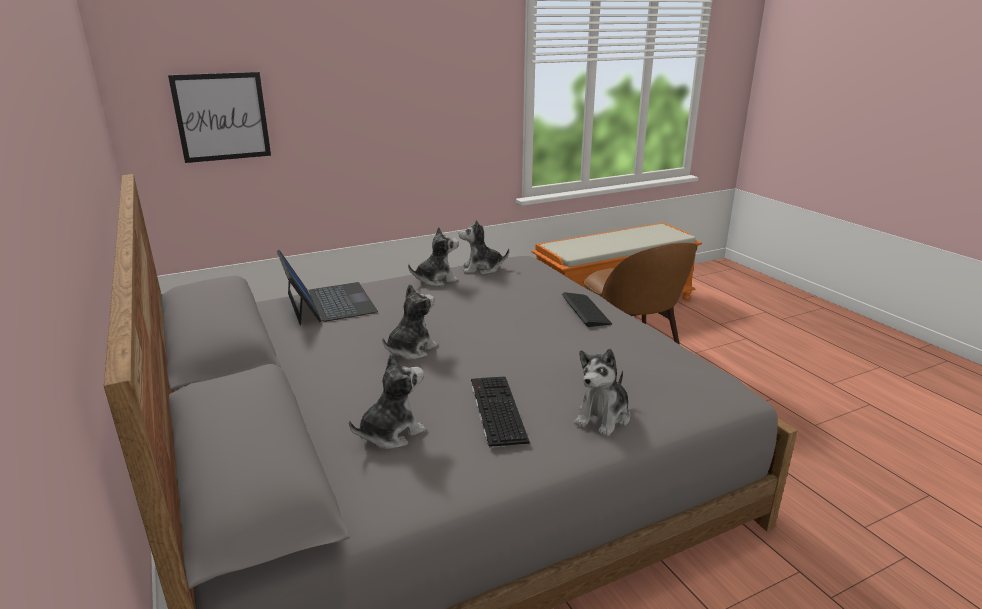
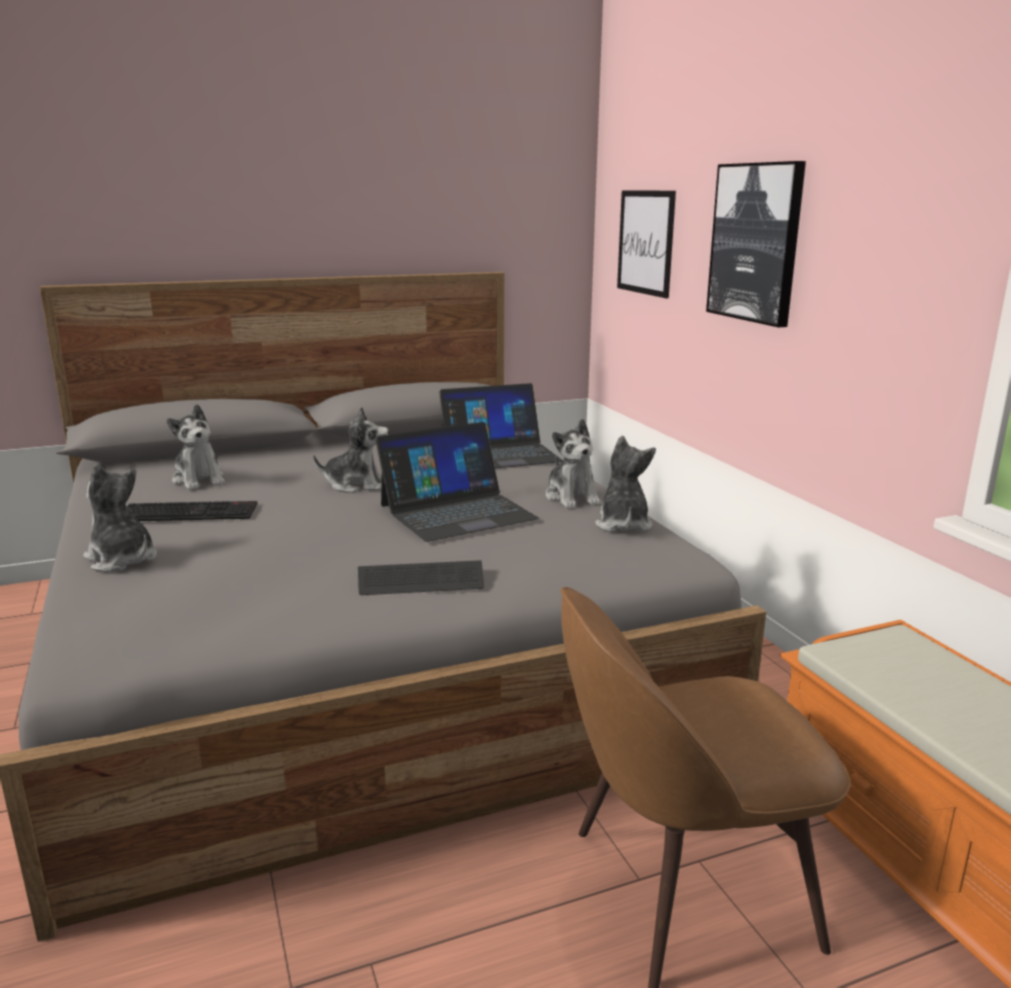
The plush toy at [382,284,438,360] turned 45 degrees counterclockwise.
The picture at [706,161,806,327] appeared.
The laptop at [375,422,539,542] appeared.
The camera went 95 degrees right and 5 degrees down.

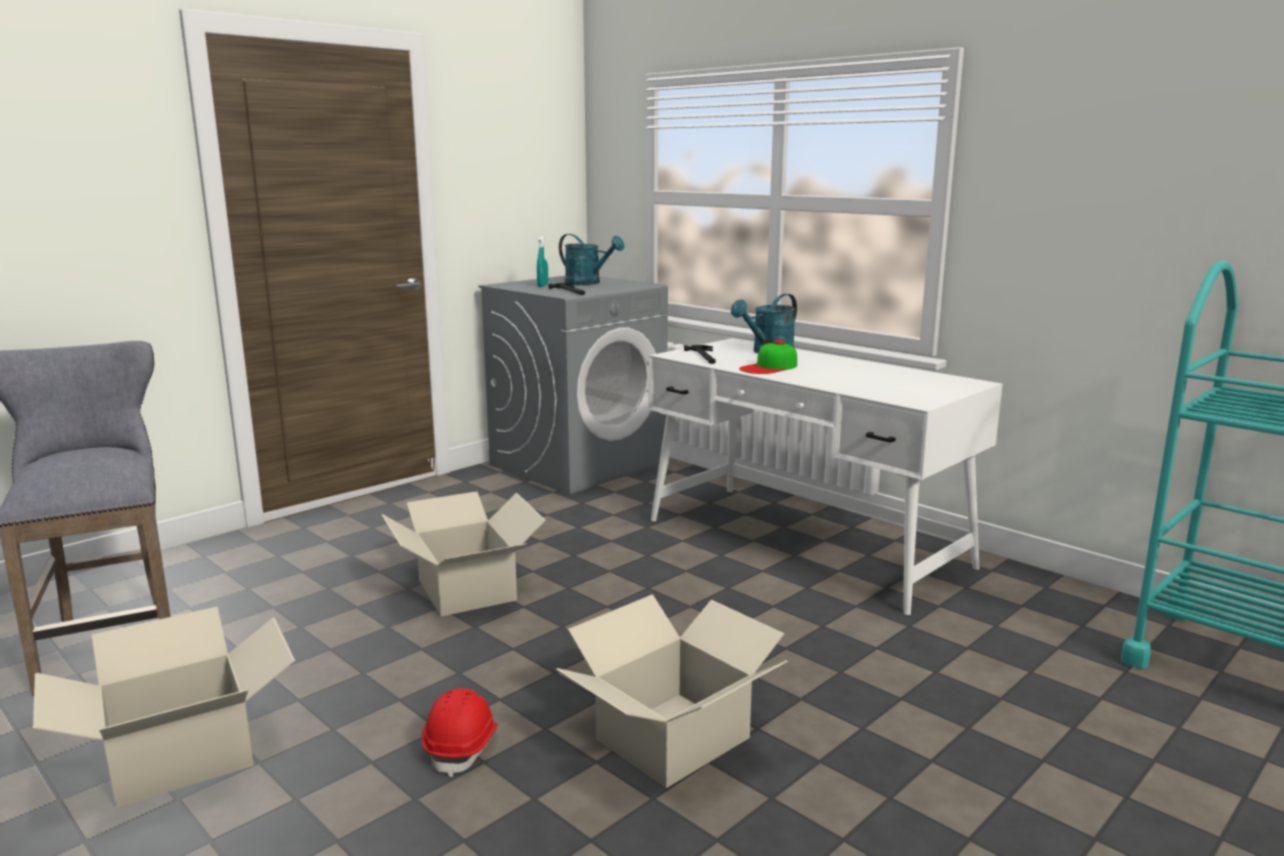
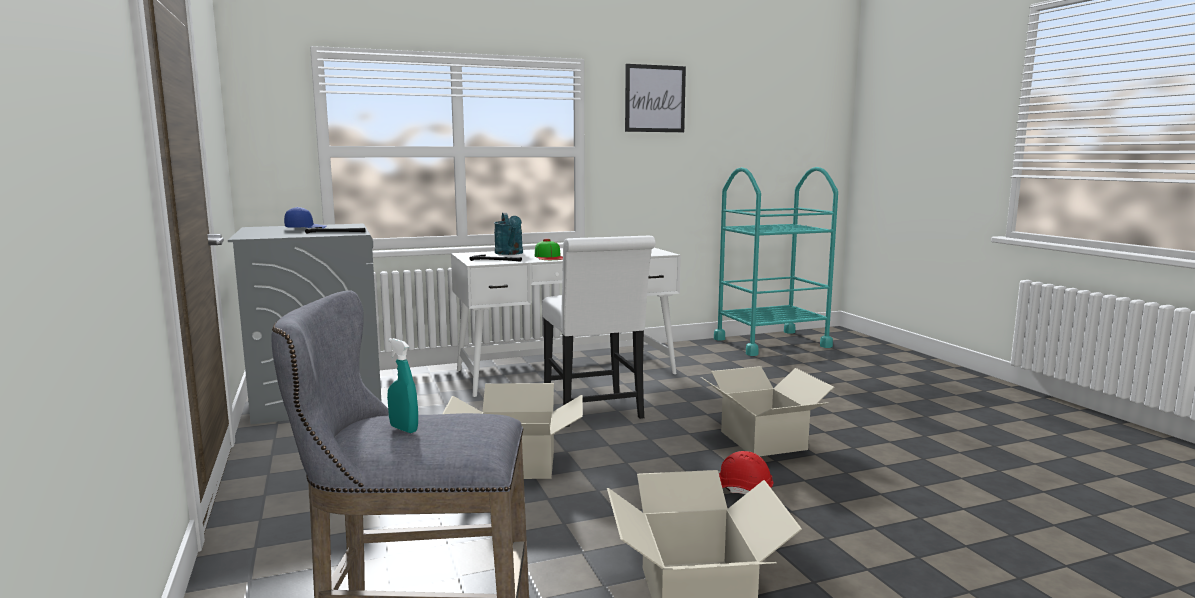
The turquoise watering can at [559,234,624,285] was replaced by the blue cap at [284,207,327,228].
The turquoise spray bottle moved from [537,236,548,287] to [387,338,418,433].
The picture at [625,64,686,132] appeared.
The white chair at [542,236,656,427] appeared.
The camera went 65 degrees left and 5 degrees down.

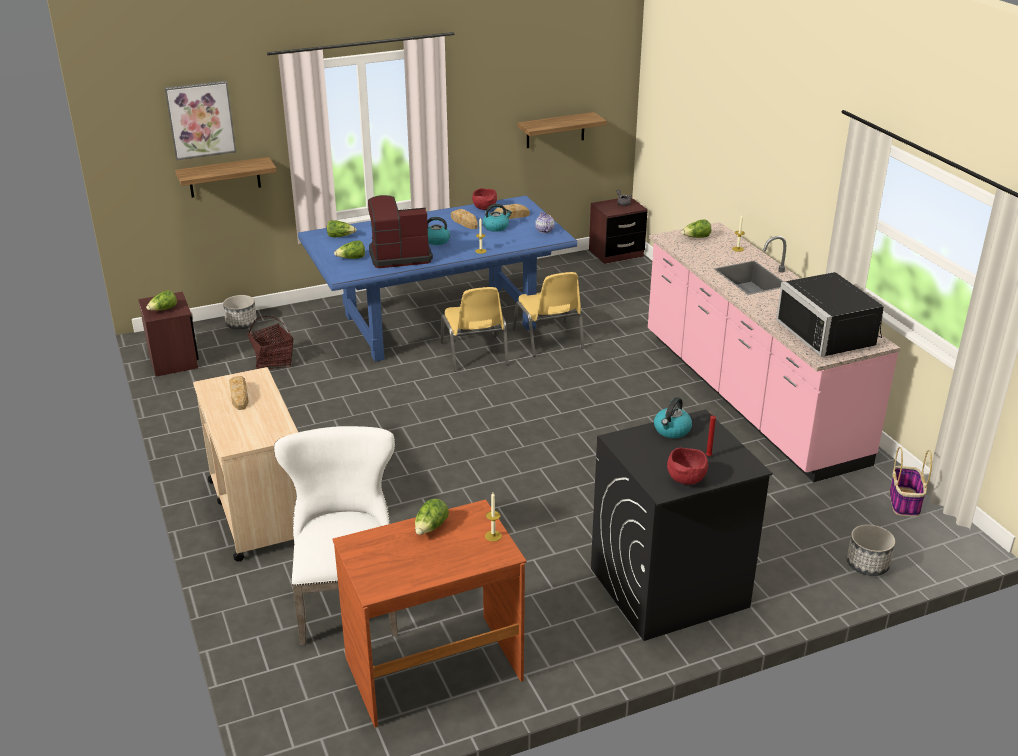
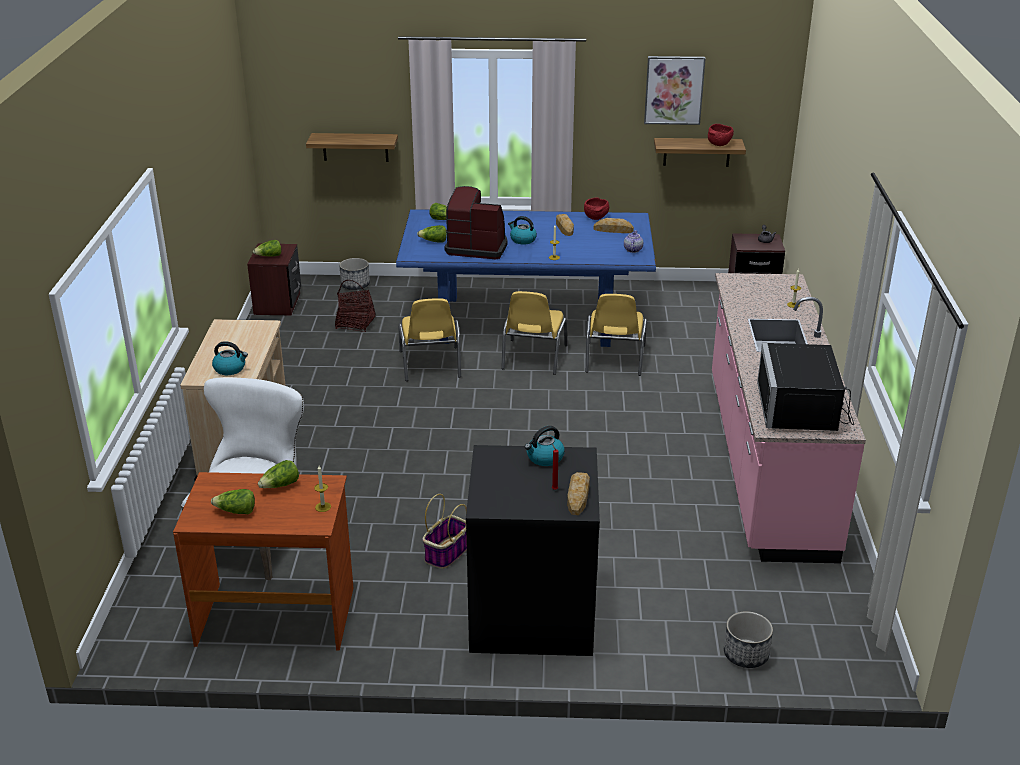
The picture moved from [165,81,236,160] to [644,56,706,125].
The kettle moved from [483,204,512,232] to [212,341,248,375].
The lettuce moved from [681,220,711,238] to [211,489,255,514].
The bread moved from [229,376,249,410] to [567,472,590,515].
The basket moved from [890,447,932,516] to [423,494,467,569].
The red bowl moved from [667,448,708,485] to [708,124,734,146].
The yellow chair at [398,298,461,381] appeared.
The camera went 25 degrees right and 0 degrees up.

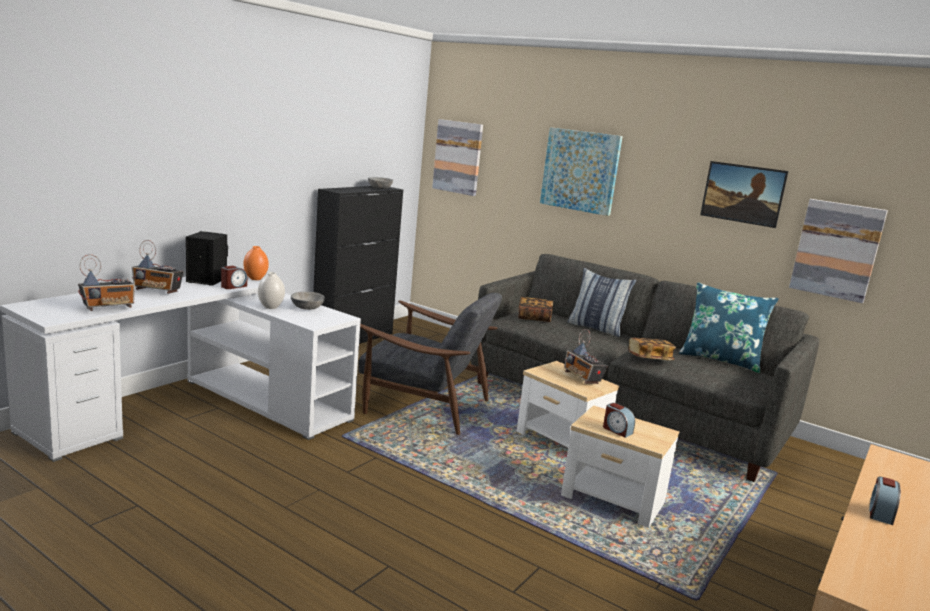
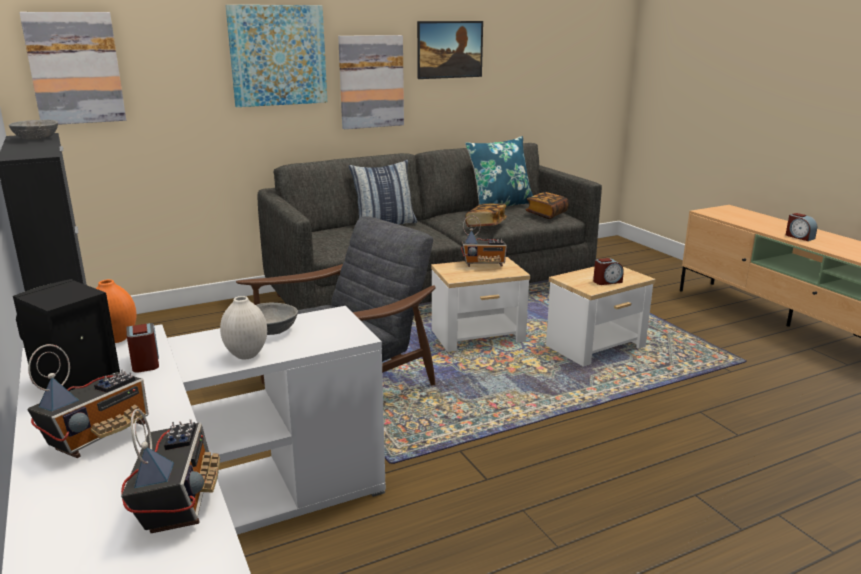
The picture moved from [789,199,888,303] to [338,35,404,129].
The book moved from [518,297,553,322] to [526,192,569,219].
The camera went 60 degrees left and 5 degrees up.

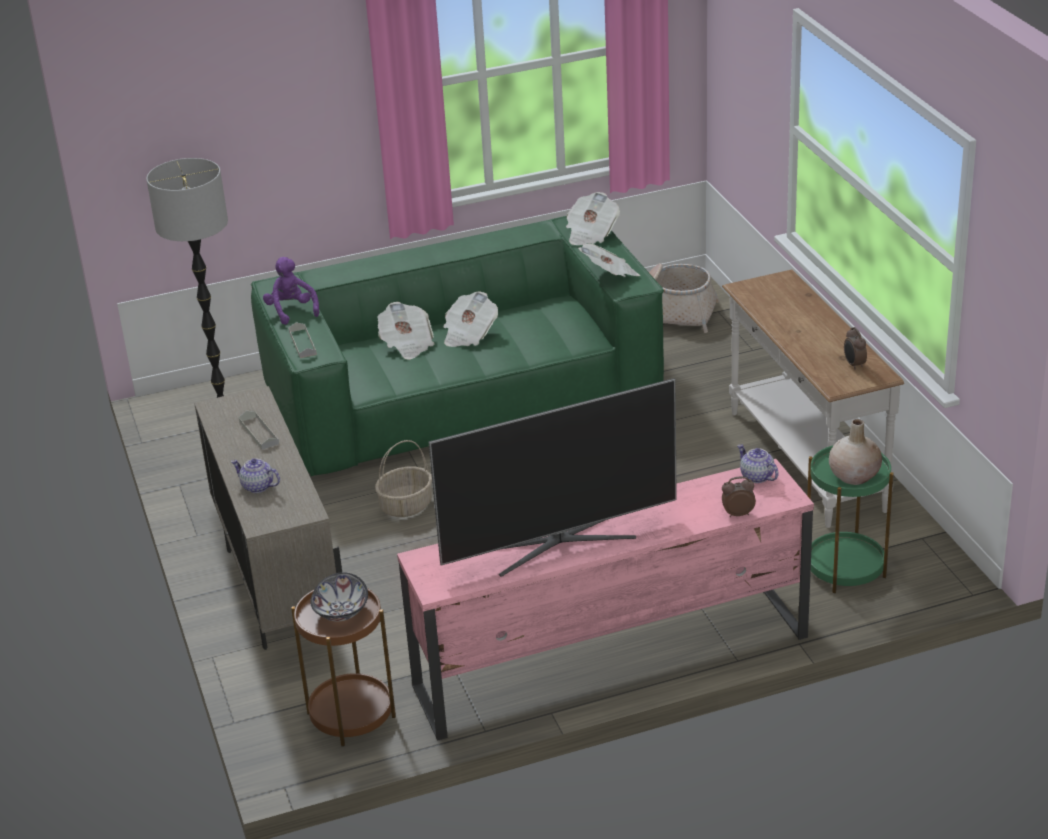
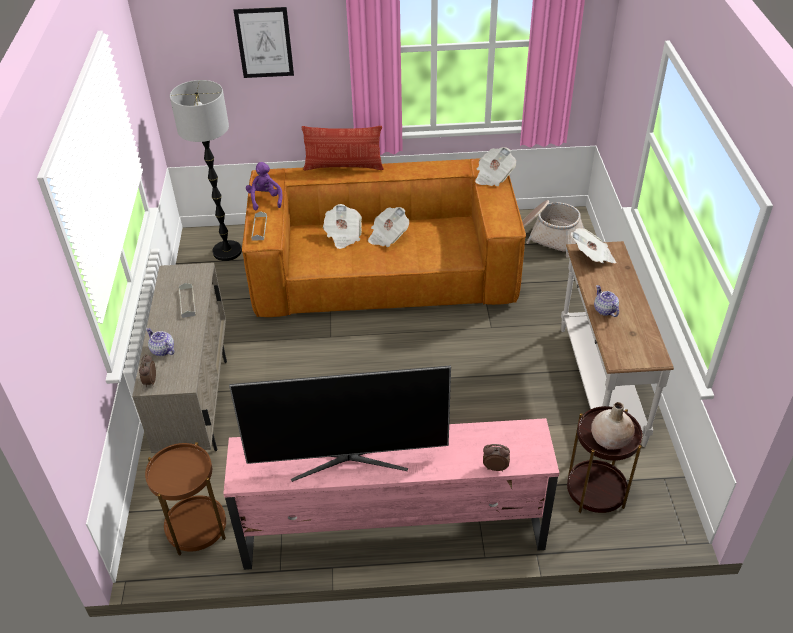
The green sofa at [251,216,664,476] became the brown sofa at [242,158,526,317].
The newspaper moved from [578,244,640,277] to [571,228,616,263].
The alarm clock moved from [844,327,867,370] to [139,354,156,387].
The basket at [375,440,432,517] disappeared.
The teapot moved from [737,444,779,483] to [594,285,619,317].
The green side table at [807,445,894,593] became the brown side table at [567,406,643,513].
The bowl at [310,572,368,622] disappeared.
The picture at [234,7,294,78] appeared.
The pillow at [302,126,384,170] appeared.
The camera went 15 degrees right and 10 degrees up.

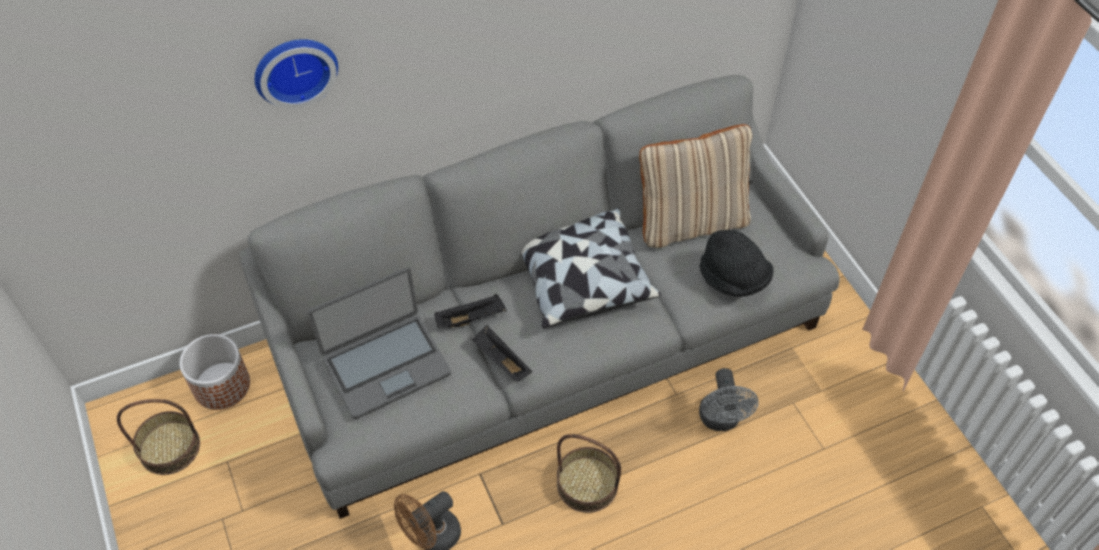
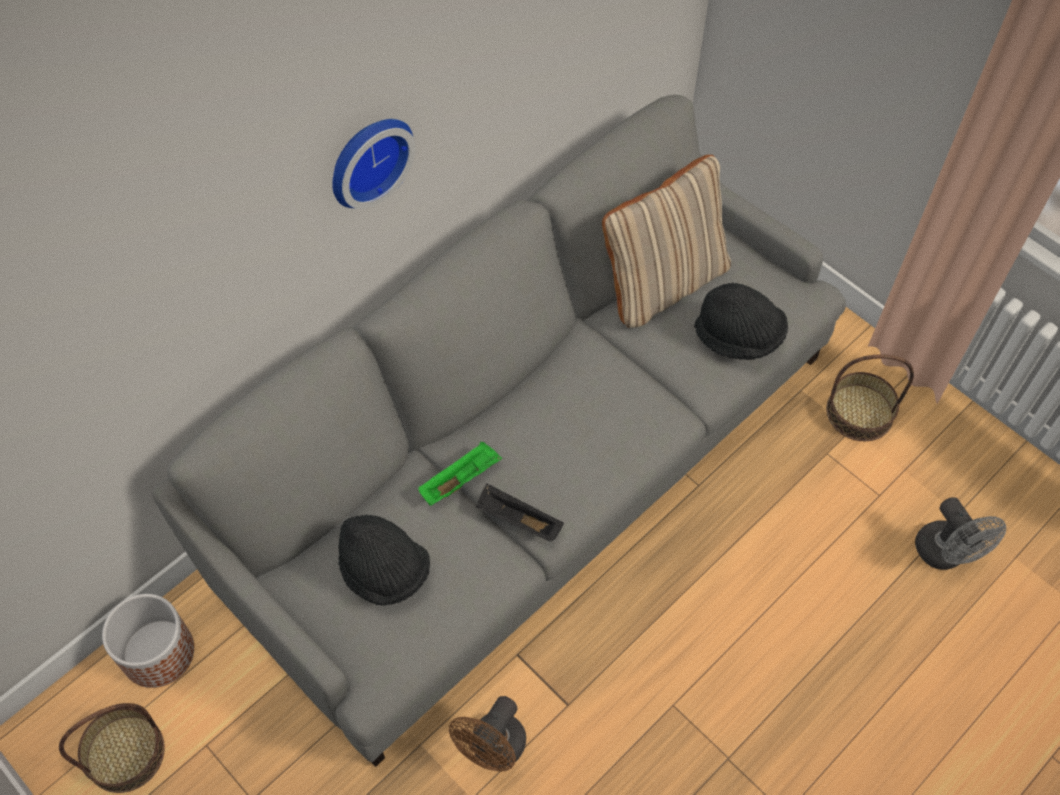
The wall clock moved from [255,39,338,109] to [332,119,416,209].
The pillow at [522,208,661,328] disappeared.
The laptop at [308,267,451,419] was replaced by the black hat at [338,515,430,606].
The black tray at [434,294,507,328] became the green tray at [418,442,502,506].
The grey fan moved from [699,368,759,431] to [915,497,1006,570].
The basket moved from [557,434,621,513] to [826,355,914,441].
The camera went 20 degrees left and 5 degrees up.

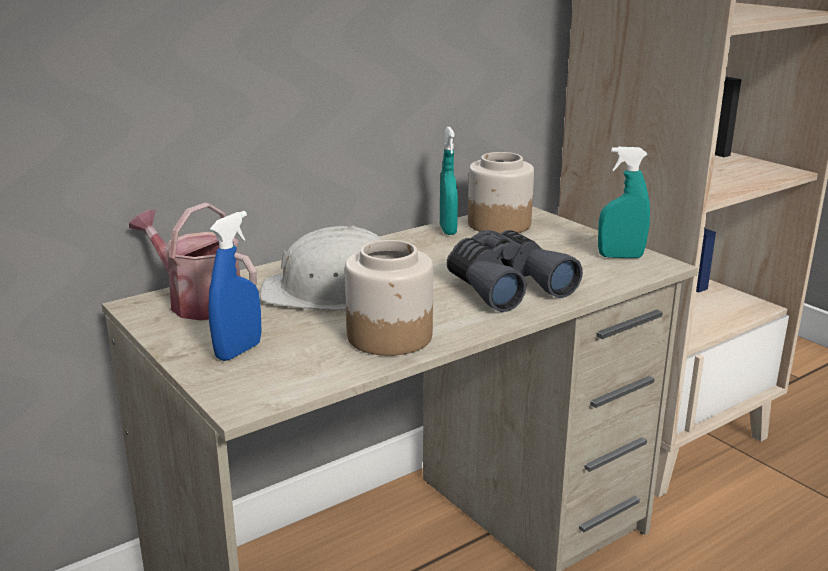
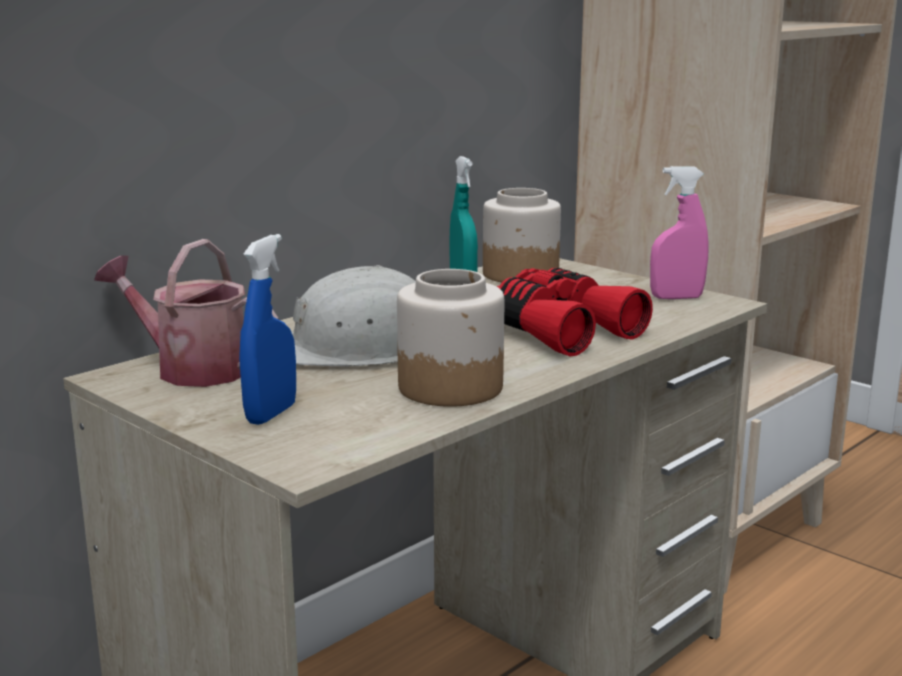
The turquoise spray bottle at [598,147,650,258] became the pink spray bottle at [650,166,709,299].
The grey binoculars at [446,230,583,312] became the red binoculars at [497,268,653,356].
The camera went 10 degrees left and 5 degrees down.

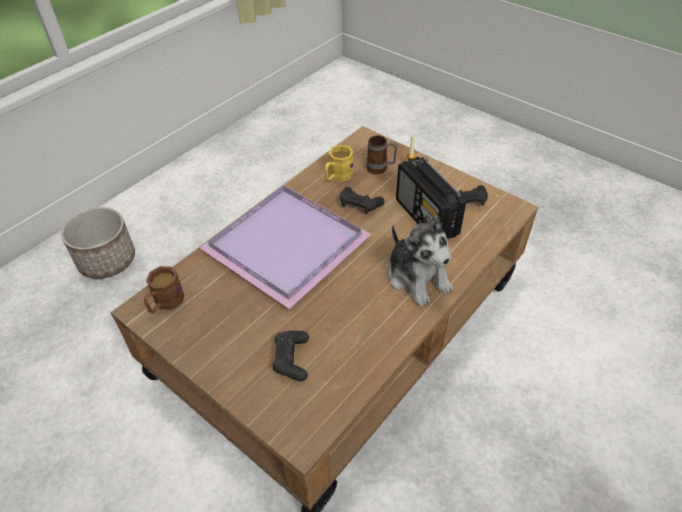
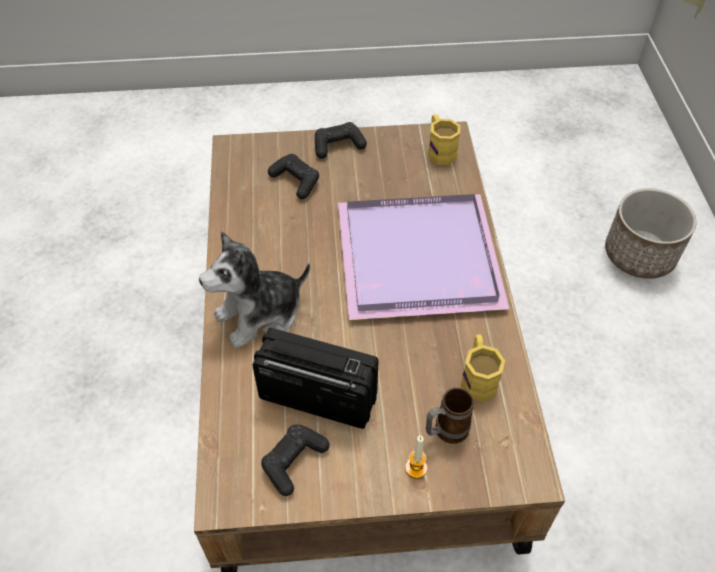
The black game controller moved from [340,187,385,214] to [315,122,367,159].
The plush toy at [389,215,453,307] turned 45 degrees counterclockwise.
The brown mug at [144,266,185,314] became the yellow mug at [428,114,460,165].
The camera went 135 degrees right and 5 degrees up.

